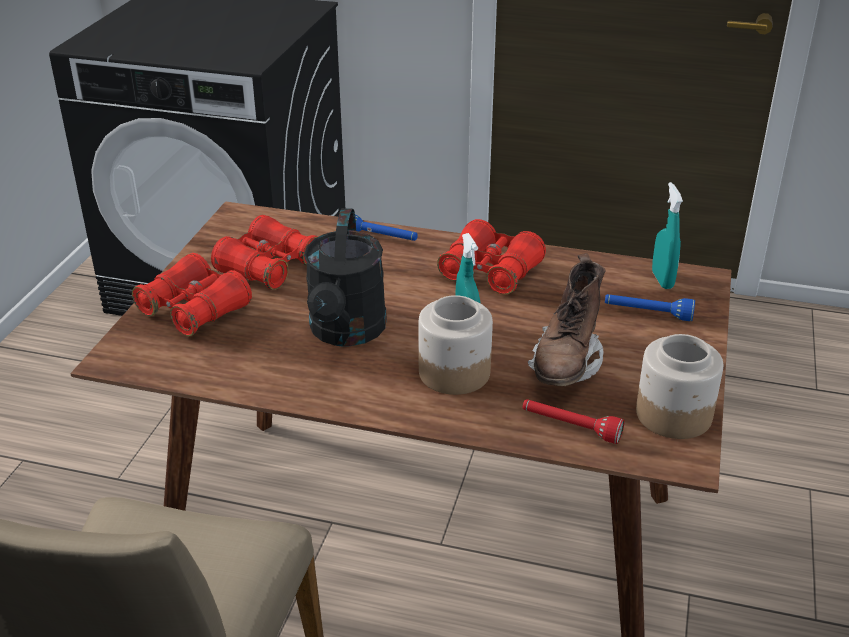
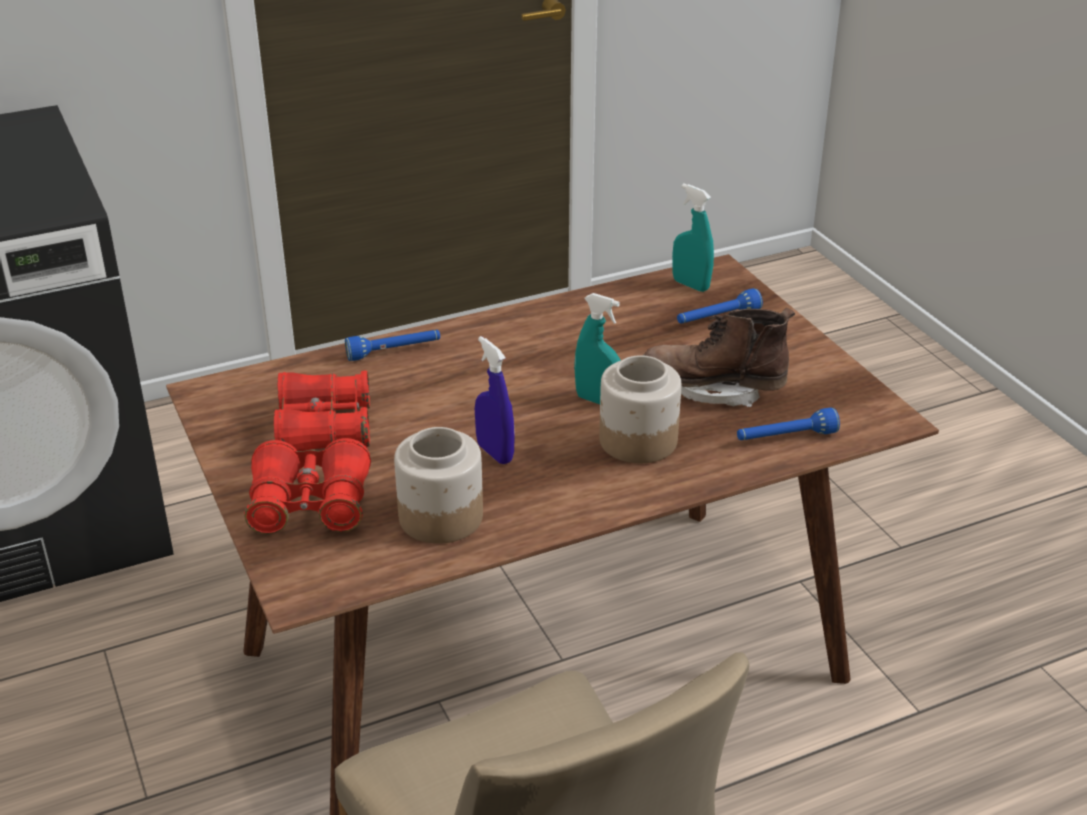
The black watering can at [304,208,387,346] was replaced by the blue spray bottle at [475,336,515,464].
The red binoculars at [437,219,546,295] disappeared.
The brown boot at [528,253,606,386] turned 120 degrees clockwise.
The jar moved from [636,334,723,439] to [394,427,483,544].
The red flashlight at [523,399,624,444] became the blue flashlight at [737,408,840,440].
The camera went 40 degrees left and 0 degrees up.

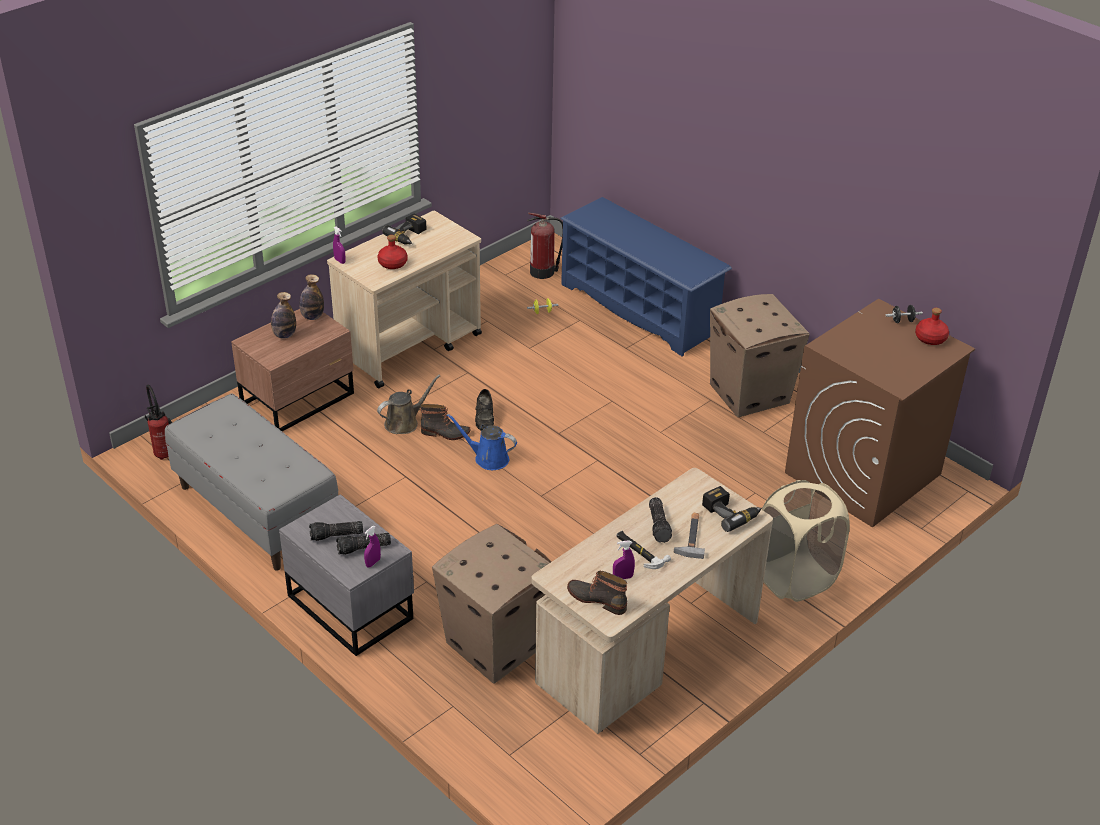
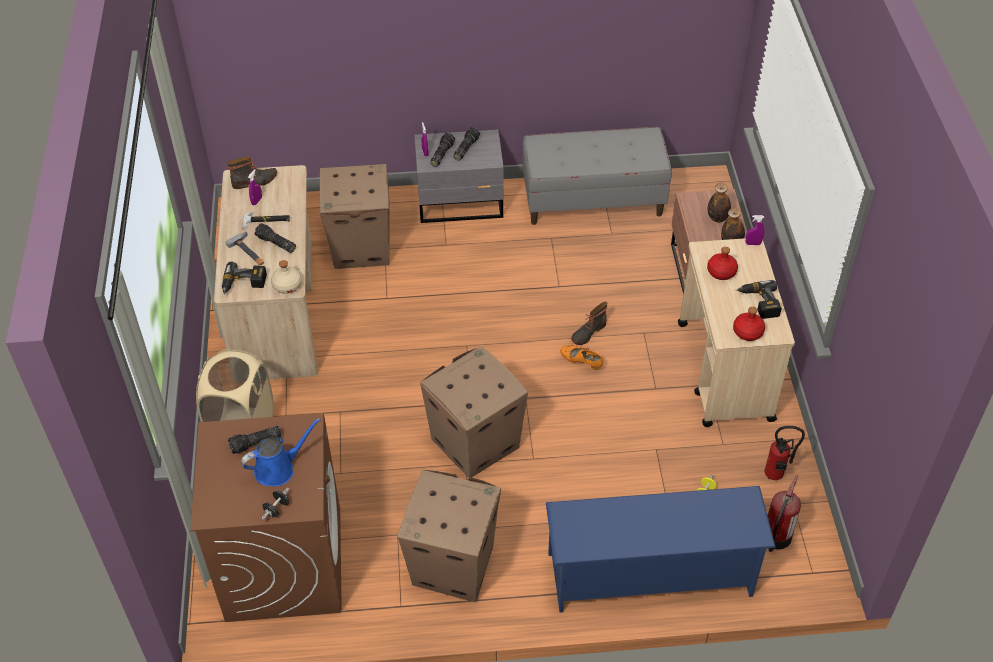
The red bottle moved from [915,308,949,345] to [733,307,765,341].
The brown watering can at [377,375,440,434] disappeared.
The fire extinguisher moved from [145,384,172,460] to [764,426,805,480].
The black shoe at [475,389,494,430] became the orange shoe at [560,345,603,370].
The blue watering can moved from [447,414,517,470] to [241,418,321,486].
The beige bottle at [271,260,302,294] appeared.
The cardboard box at [420,346,528,478] appeared.
The flashlight at [228,426,282,454] appeared.
The camera went 130 degrees right and 10 degrees up.

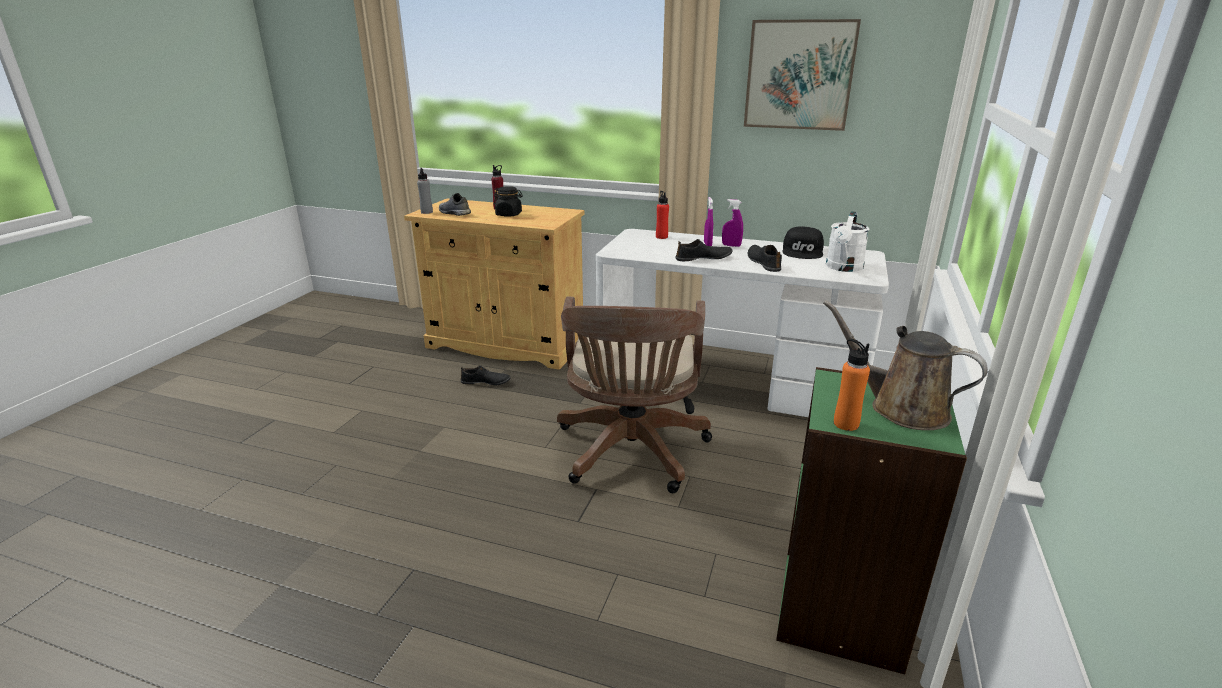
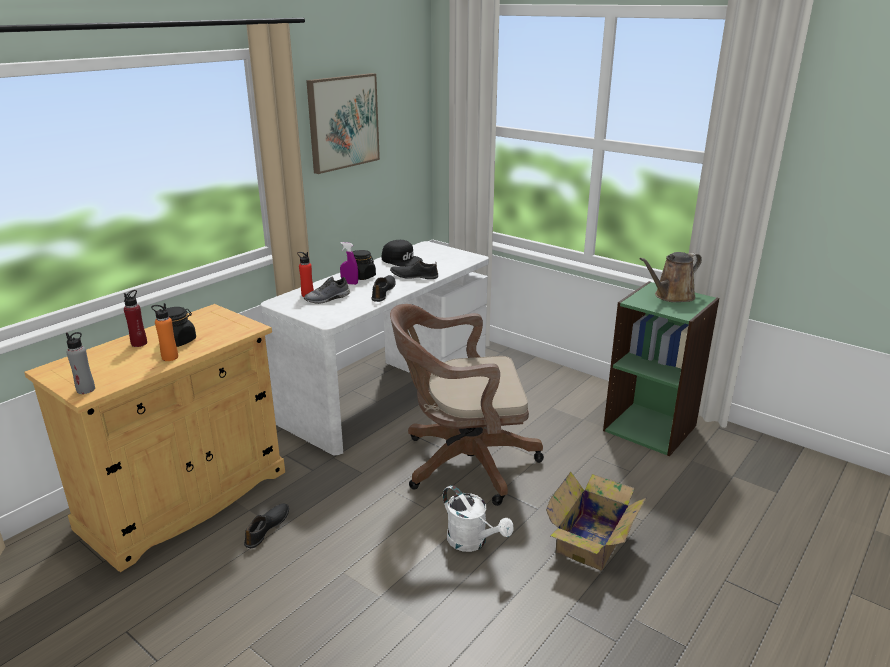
The grey shoe moved from [439,193,471,216] to [304,277,350,304].
The purple spray bottle at [722,199,743,247] was replaced by the black jar at [352,250,376,280].
The white watering can moved from [826,211,870,272] to [443,485,514,552].
The brown office chair at [557,297,712,493] turned 150 degrees clockwise.
The orange bottle moved from [834,339,870,431] to [151,303,178,361].
The cardboard box at [546,472,647,571] appeared.
The camera went 70 degrees left and 0 degrees up.

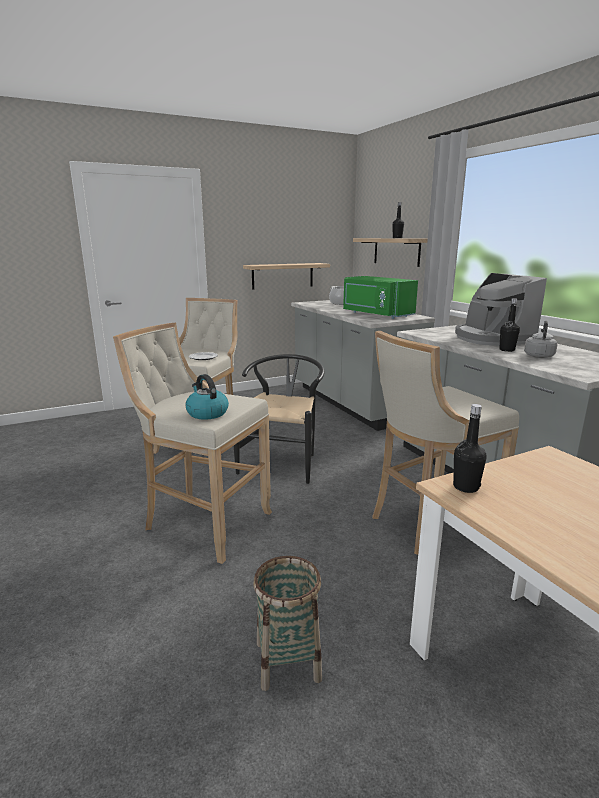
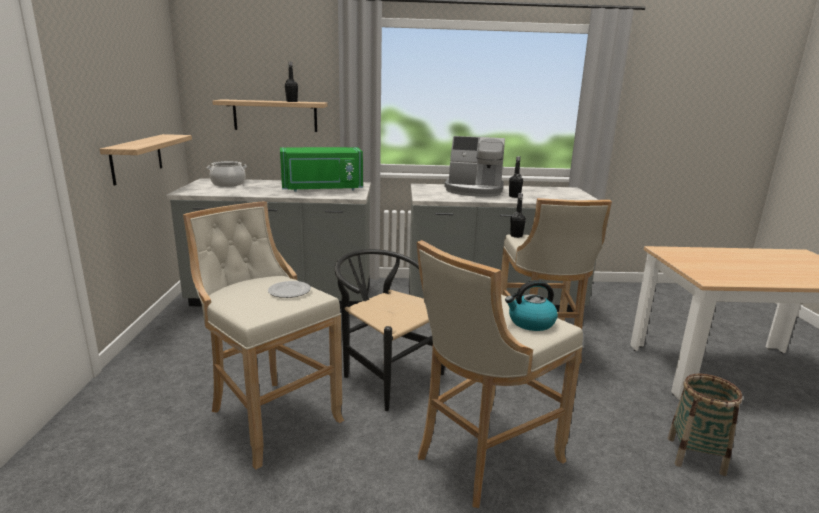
The grey kettle at [524,321,558,358] disappeared.
The black bottle moved from [453,404,487,493] to [510,193,526,238].
The camera went 65 degrees left and 0 degrees up.

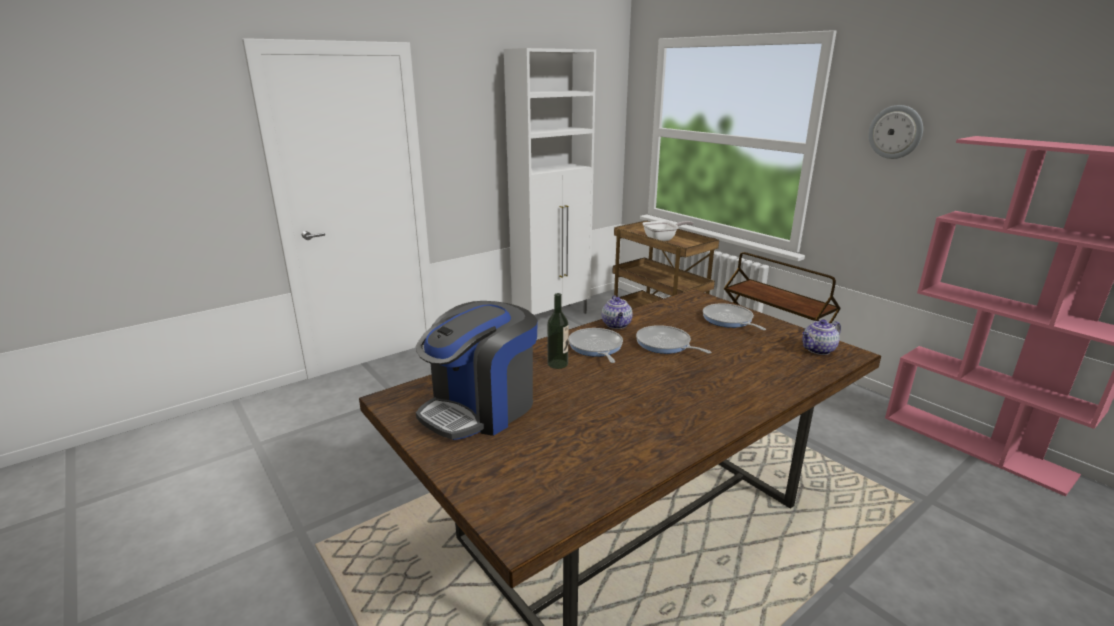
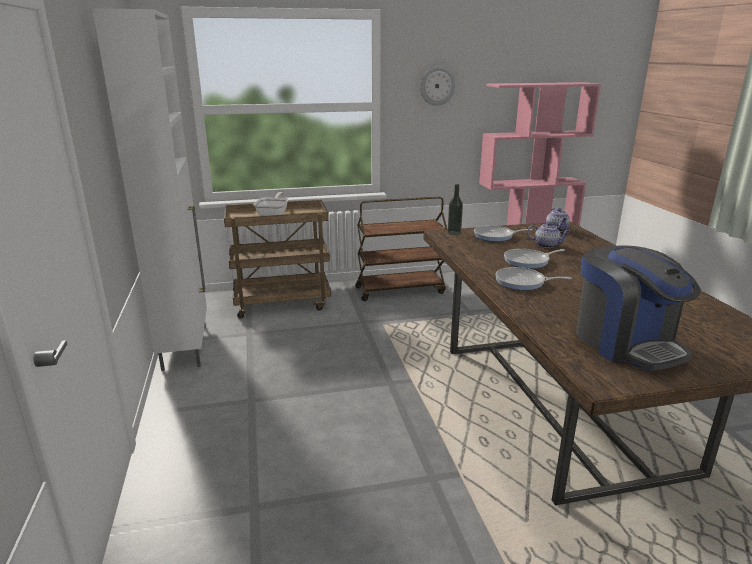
The bottle moved from [547,293,569,369] to [448,184,463,235].
The teapot moved from [602,295,633,329] to [527,222,570,248].
The camera went 65 degrees left and 0 degrees up.

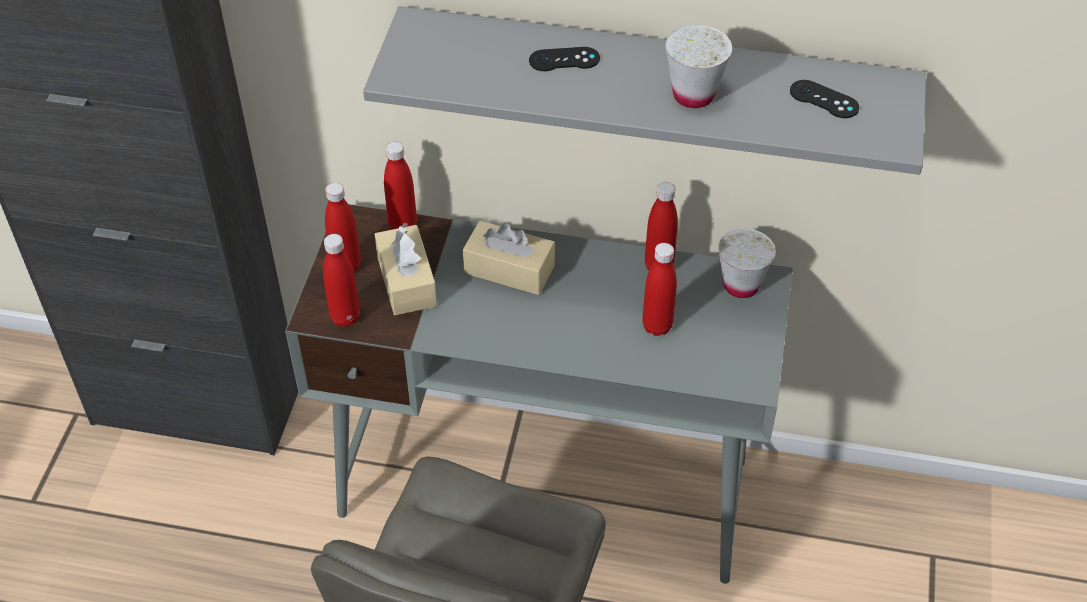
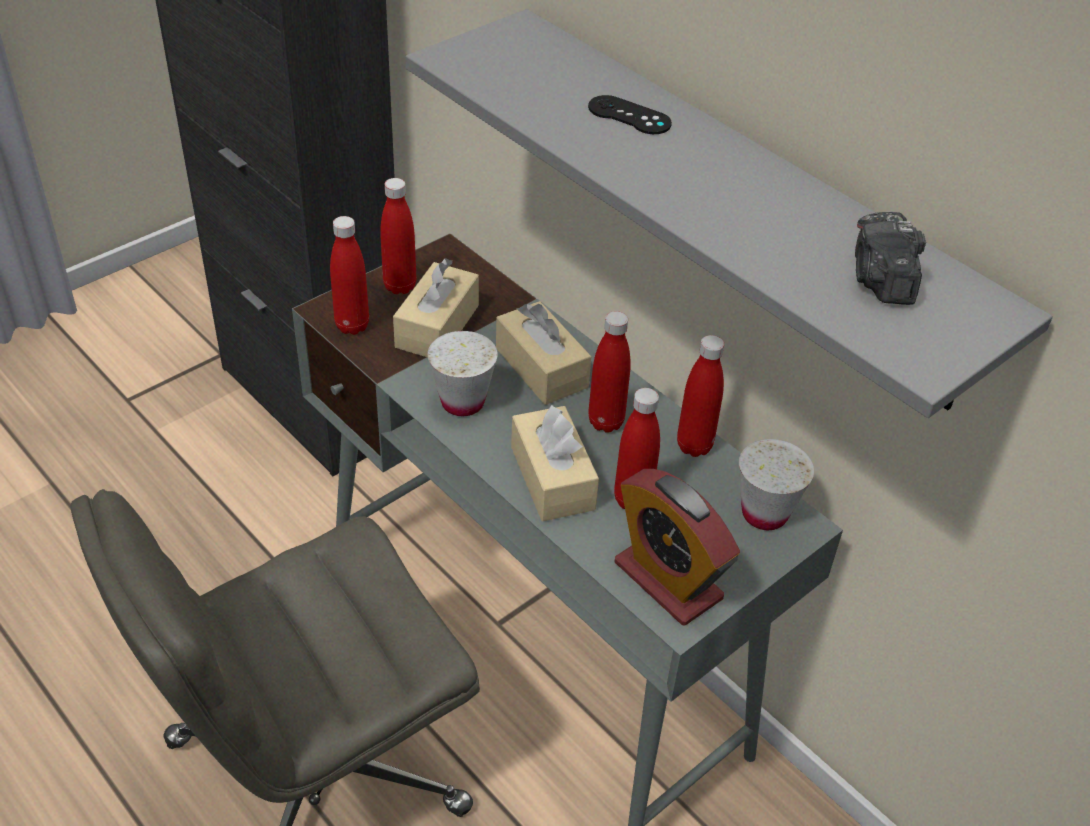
The white cup moved from [665,25,732,108] to [428,331,498,416].
The black game controller at [790,80,859,118] was replaced by the photo camera at [855,211,926,305].
The red bottle moved from [384,142,417,230] to [588,311,631,433].
The beige tissue box at [511,404,599,521] appeared.
The alarm clock at [615,469,740,625] appeared.
The camera went 35 degrees right and 5 degrees down.

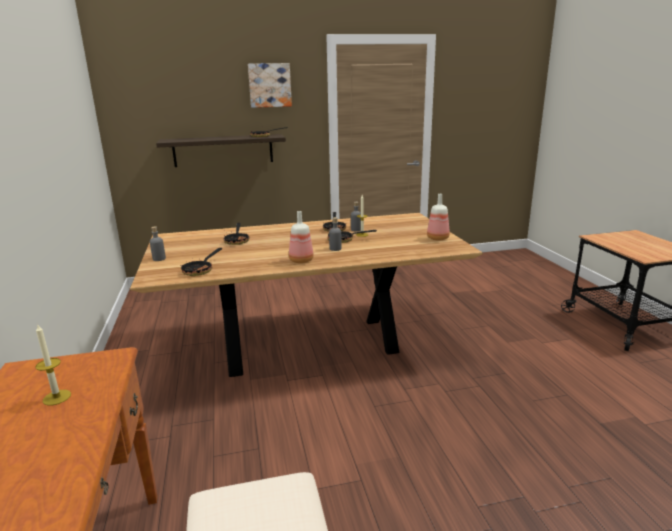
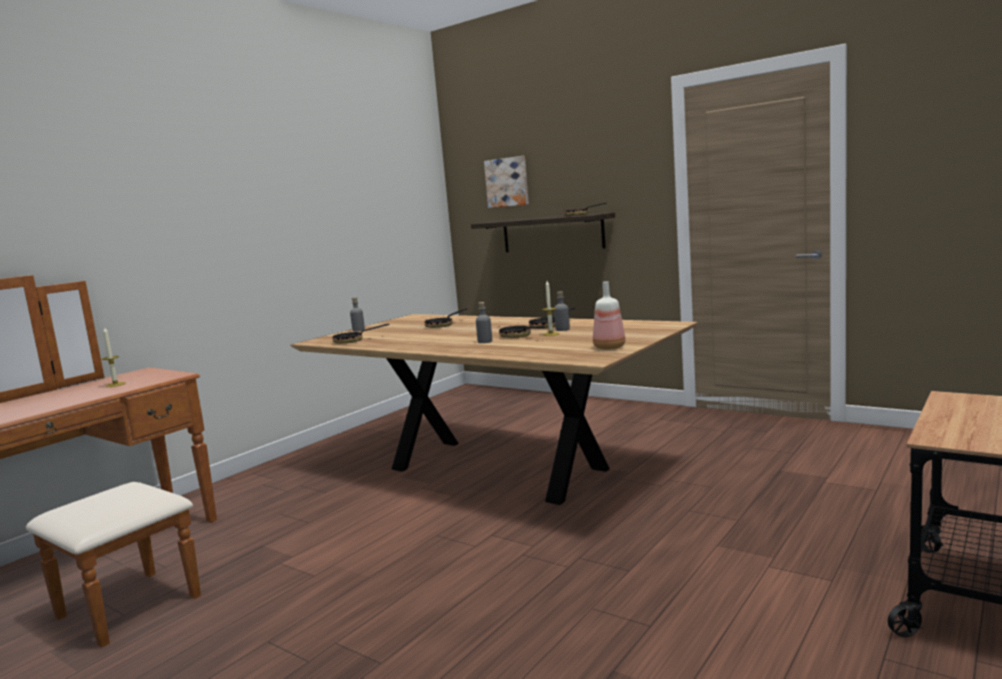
The picture moved from [248,63,292,108] to [484,156,529,208].
The bottle at [289,211,314,263] disappeared.
The camera went 50 degrees right and 10 degrees down.

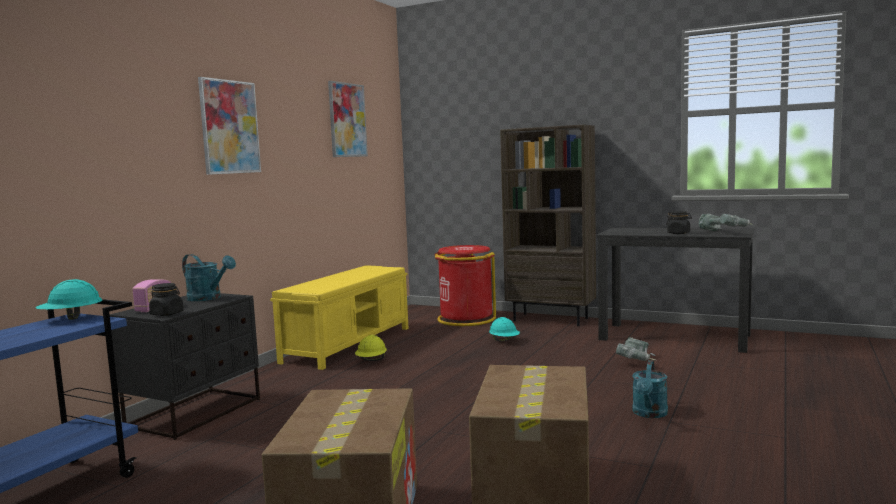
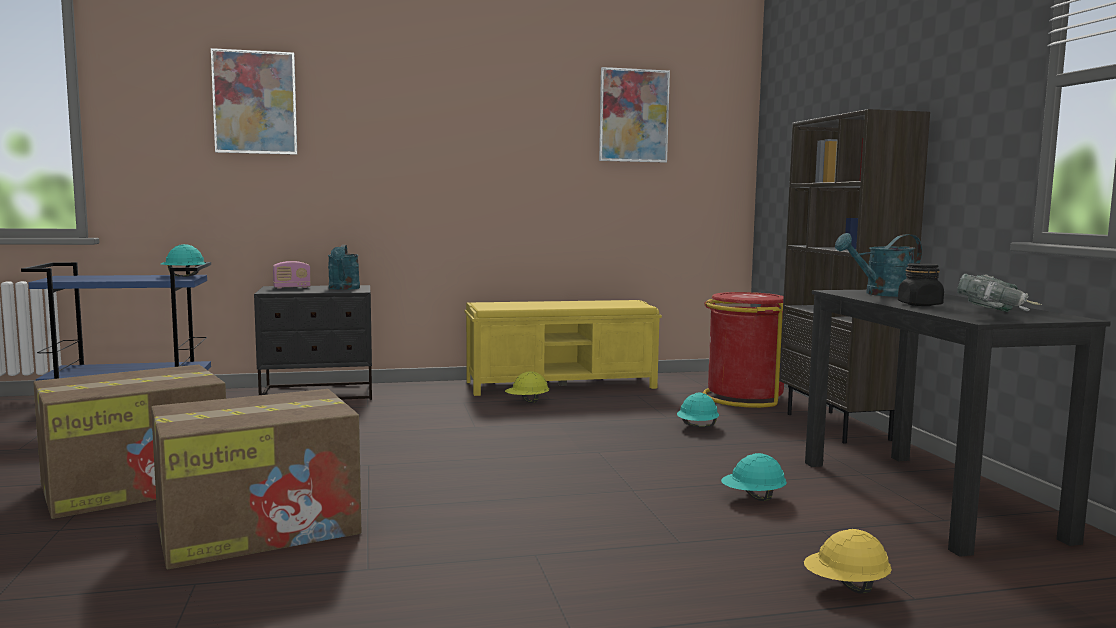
The picture moved from [198,77,261,175] to [211,48,297,155].
The black jar at [149,283,184,316] disappeared.
The power drill at [616,337,655,361] was replaced by the turquoise hard hat at [721,453,787,501].
The turquoise watering can moved from [633,360,668,418] to [835,233,922,297].
The yellow hard hat at [804,529,892,594] appeared.
The camera went 50 degrees right and 0 degrees up.

